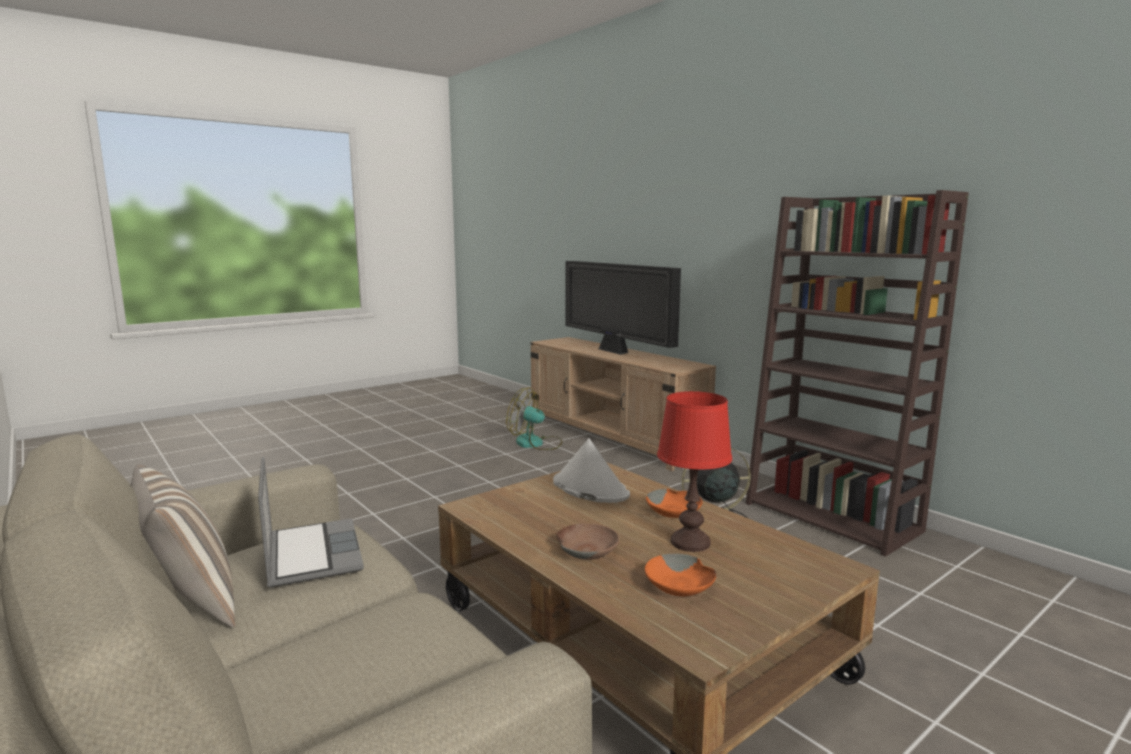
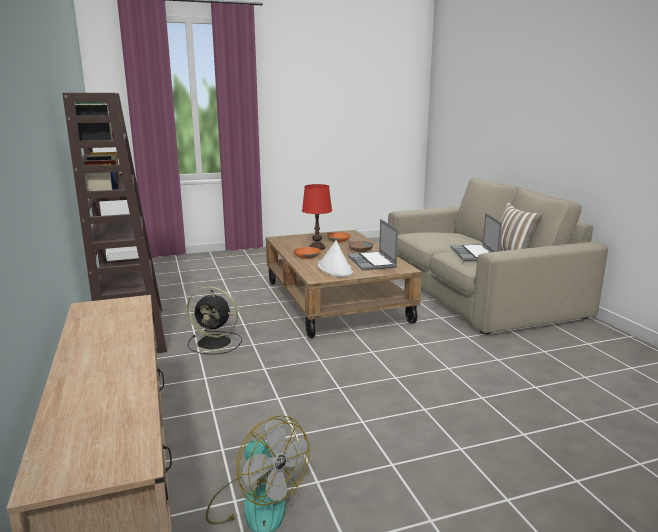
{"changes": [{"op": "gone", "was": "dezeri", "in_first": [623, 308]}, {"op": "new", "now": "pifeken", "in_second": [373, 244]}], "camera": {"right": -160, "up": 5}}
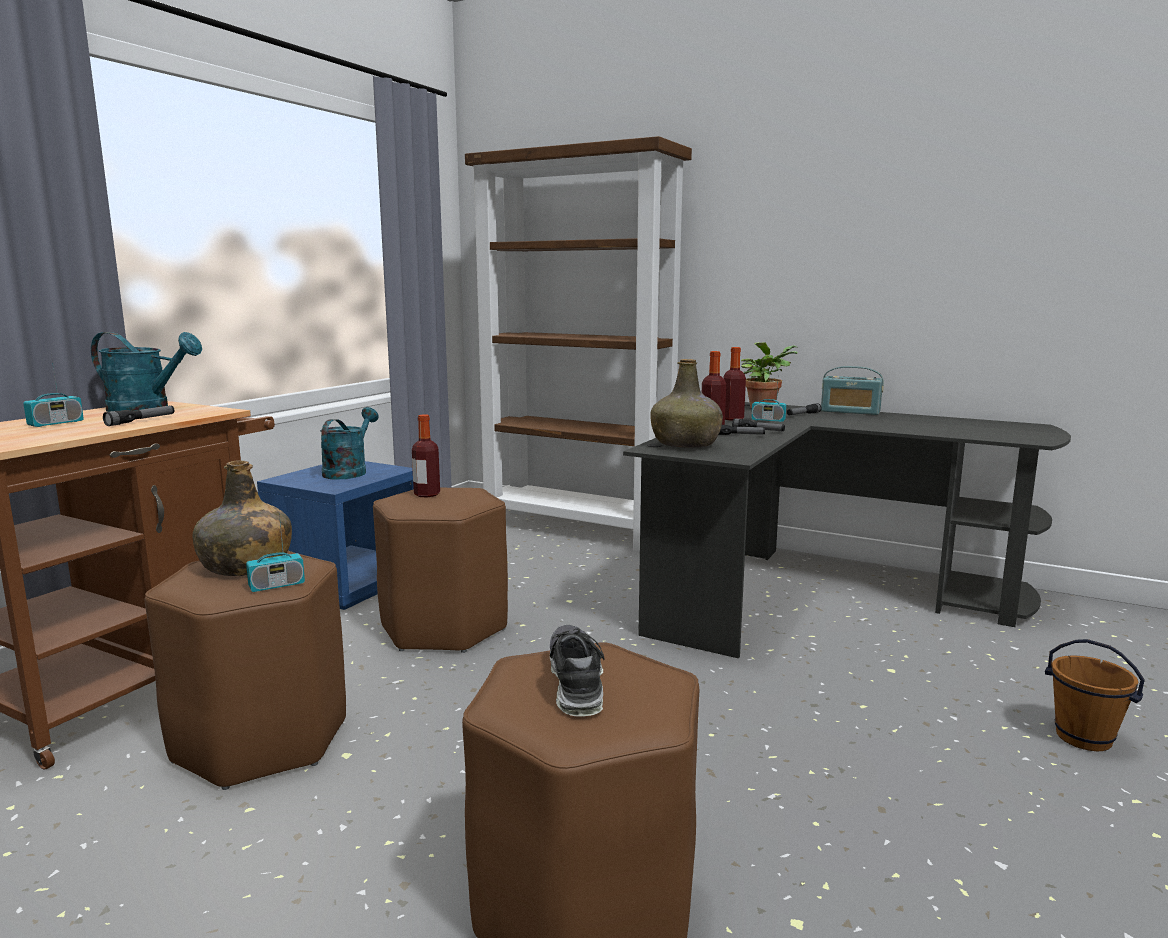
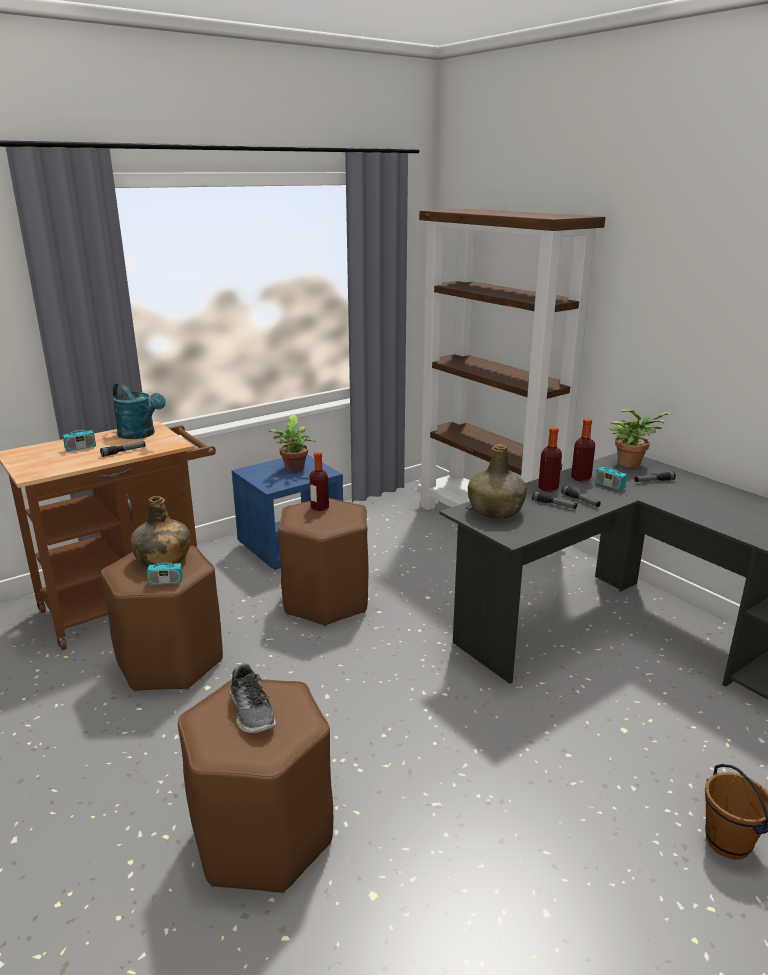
{"changes": [{"op": "gone", "was": "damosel", "in_first": [852, 390]}, {"op": "swapped", "was": "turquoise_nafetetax", "now": "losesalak", "in_first": [349, 443], "in_second": [292, 443]}, {"op": "rotated", "was": "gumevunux", "in_first": [577, 671], "in_second": [253, 698], "clockwise": 135}], "camera": {"right": 25, "up": 10}}
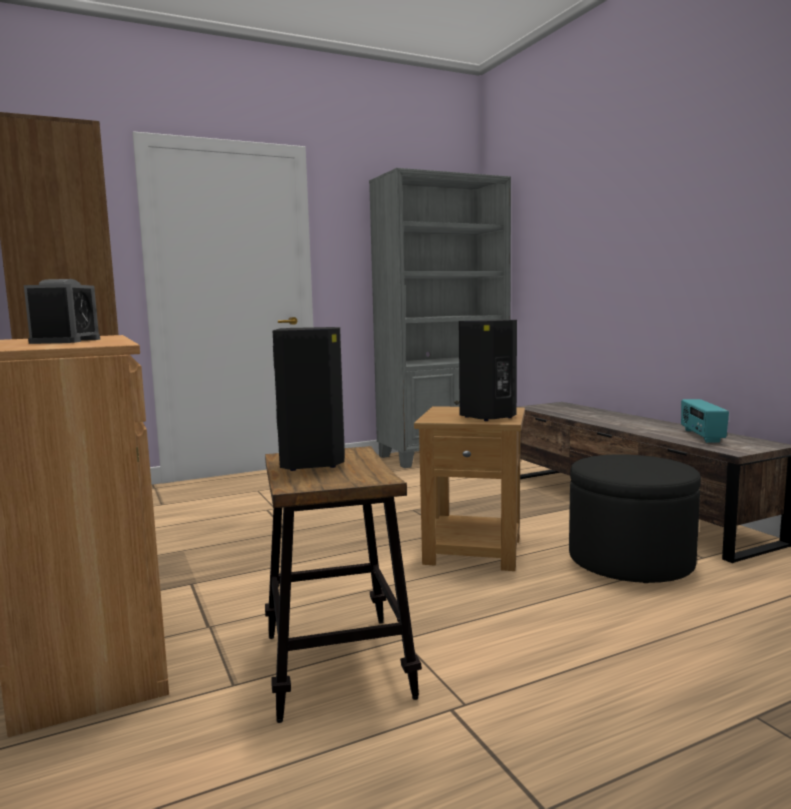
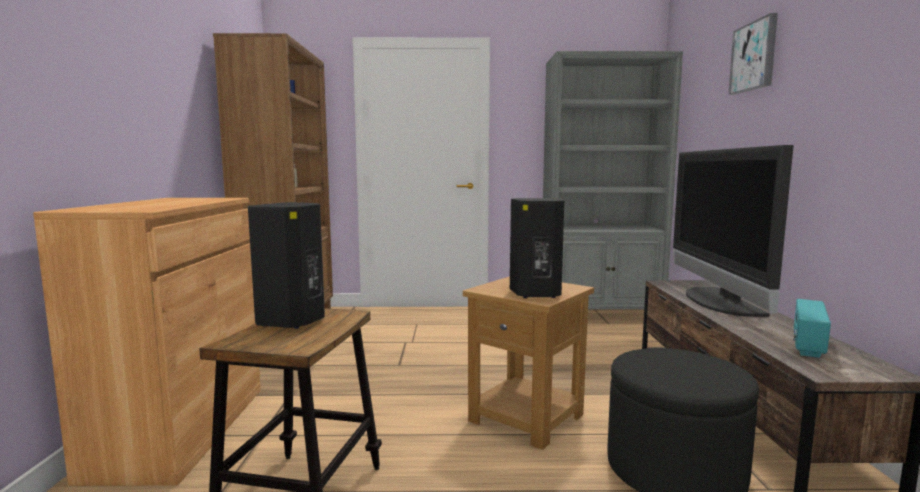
{"changes": [{"op": "gone", "was": "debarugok", "in_first": [62, 311]}, {"op": "new", "now": "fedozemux", "in_second": [753, 54]}, {"op": "new", "now": "dezeri", "in_second": [733, 231]}], "camera": {"right": 25, "up": 0}}
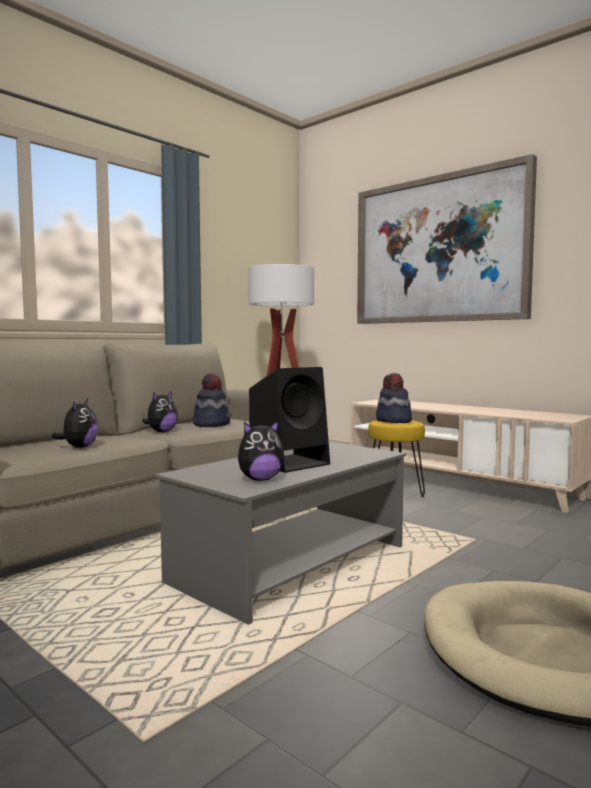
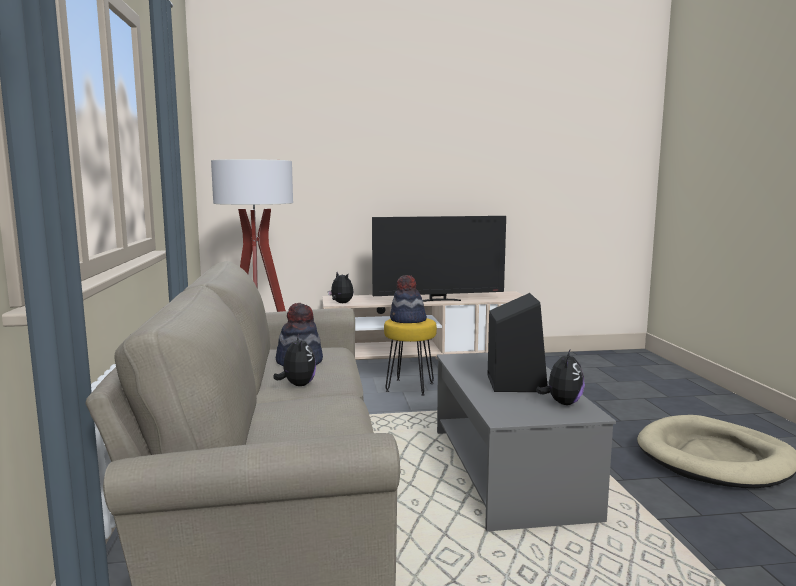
{"changes": [{"op": "gone", "was": "fedozemux", "in_first": [447, 239]}, {"op": "shifted", "was": "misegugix", "in_first": [75, 423], "in_second": [341, 287]}, {"op": "new", "now": "dezeri", "in_second": [439, 259]}], "camera": {"right": -50, "up": 5}}
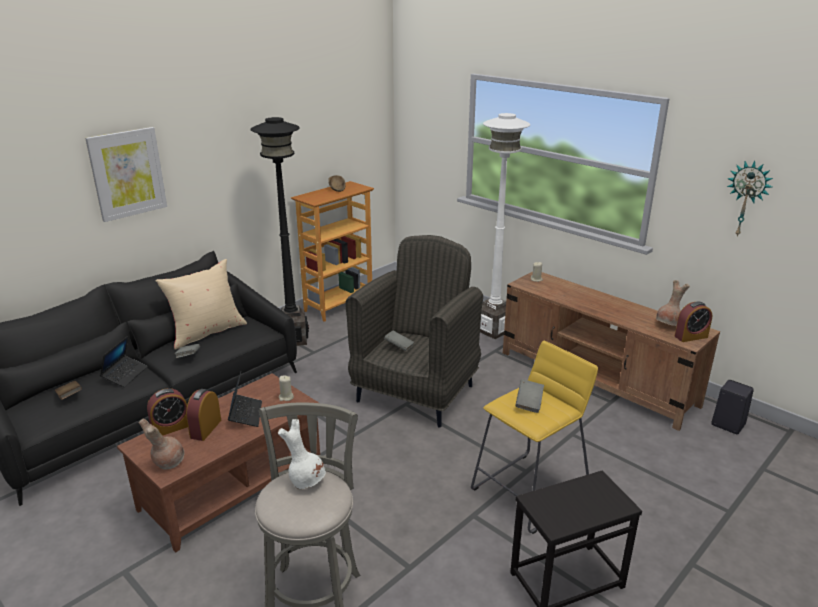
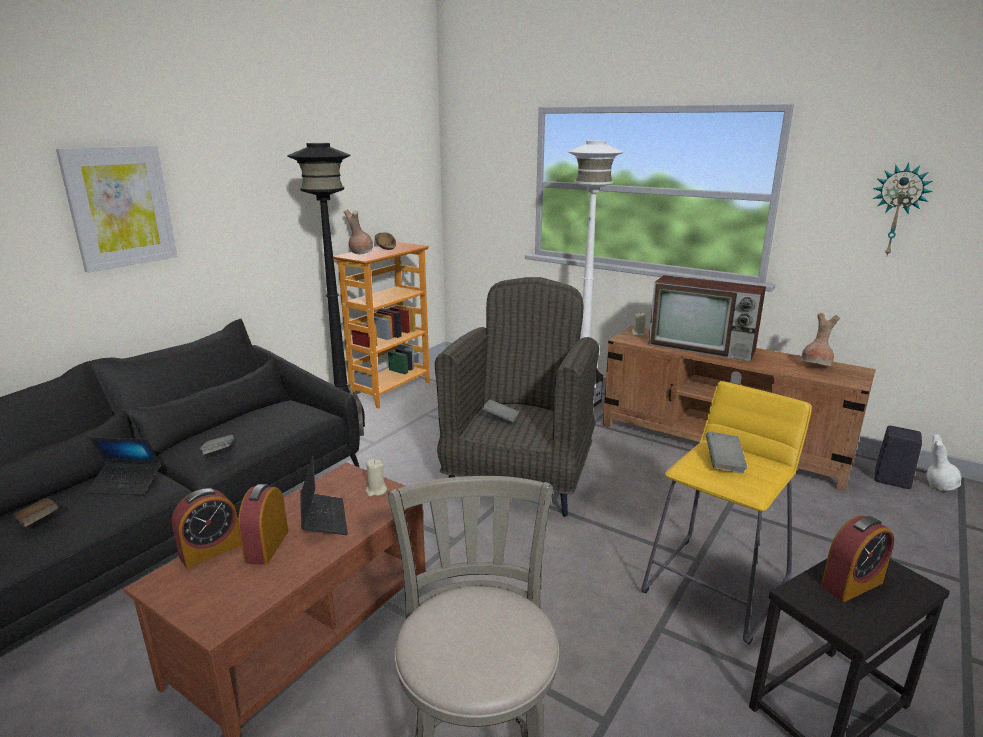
{"changes": [{"op": "gone", "was": "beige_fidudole", "in_first": [201, 304]}, {"op": "shifted", "was": "debarugok", "in_first": [693, 322], "in_second": [857, 558]}, {"op": "rotated", "was": "pifeken", "in_first": [123, 361], "in_second": [124, 466], "clockwise": 90}, {"op": "shifted", "was": "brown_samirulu", "in_first": [162, 444], "in_second": [358, 231]}, {"op": "shifted", "was": "white_samirulu", "in_first": [302, 454], "in_second": [943, 462]}, {"op": "new", "now": "dezeri", "in_second": [707, 318]}], "camera": {"right": -10, "up": -5}}
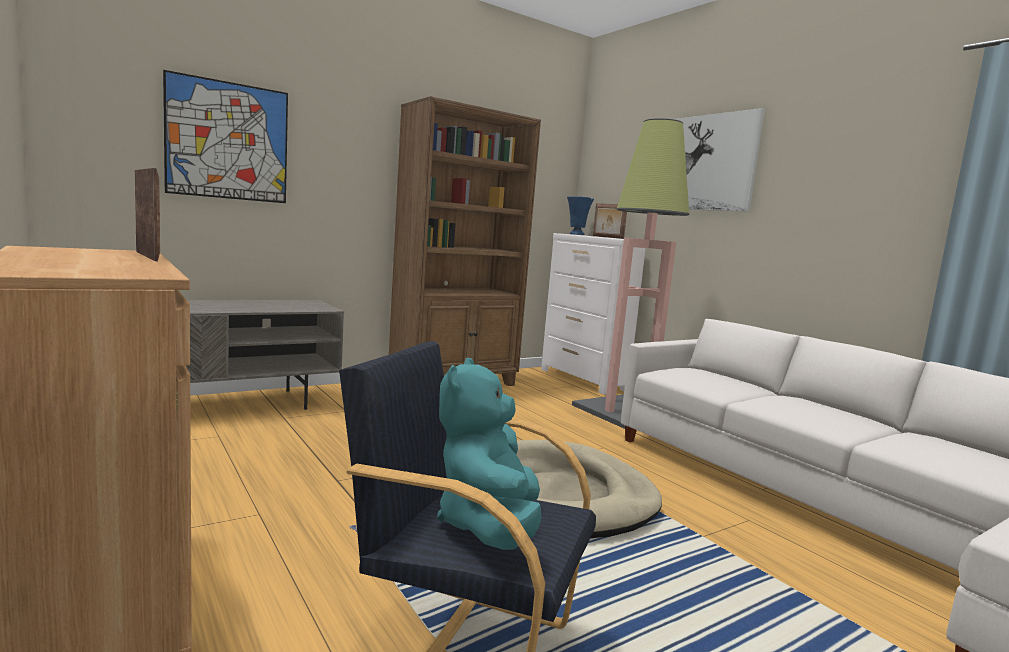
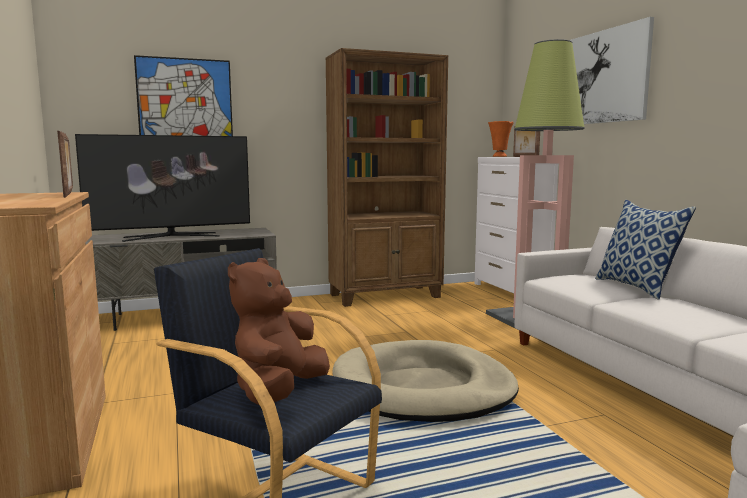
{"changes": [{"op": "repainted", "was": "blue_samirulu", "now": "orange_samirulu", "in_first": [580, 215], "in_second": [501, 139]}, {"op": "repainted", "was": "turquoise_misegugix", "now": "brown_misegugix", "in_first": [489, 454], "in_second": [279, 331]}, {"op": "new", "now": "dezeri", "in_second": [162, 188]}, {"op": "new", "now": "fidudole", "in_second": [645, 250]}], "camera": {"right": 15, "up": 0}}
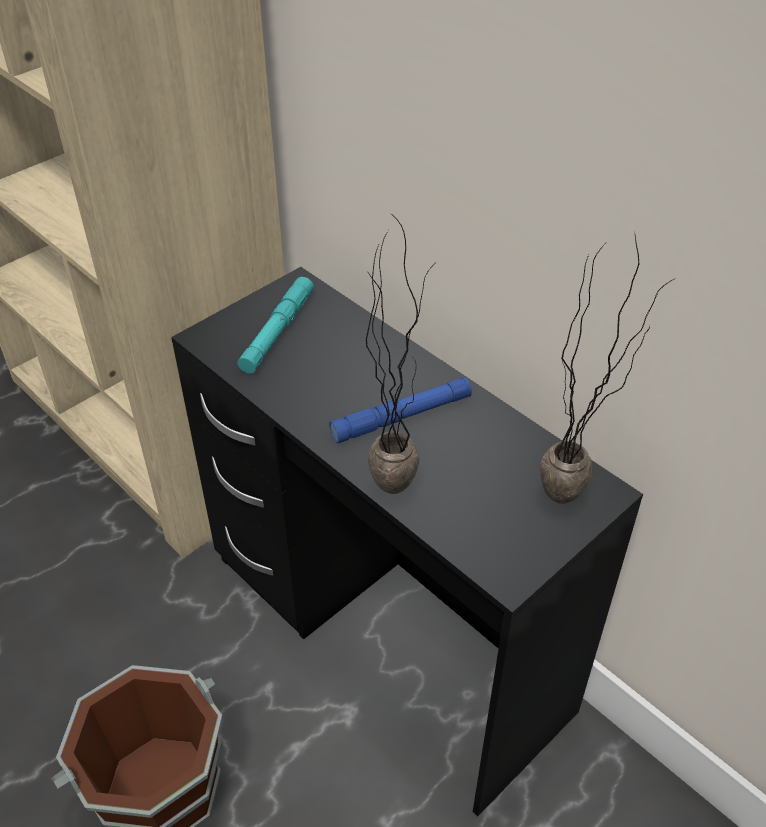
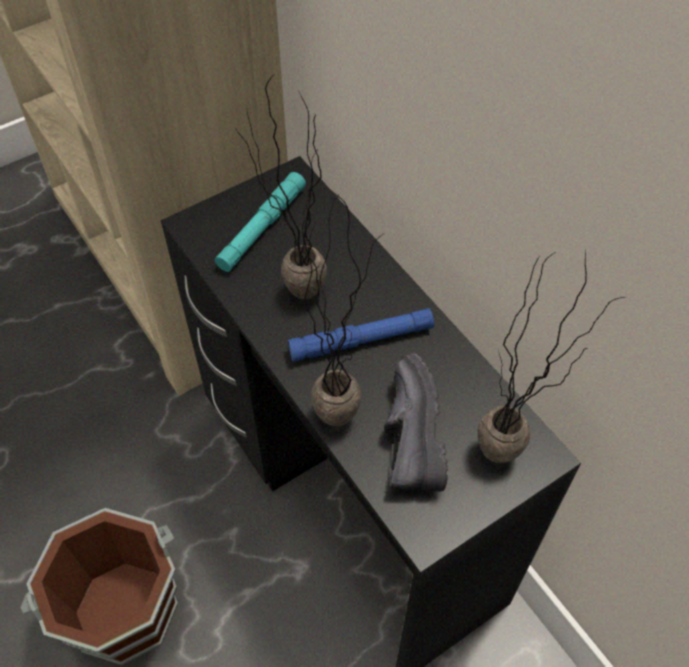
{"changes": [{"op": "new", "now": "losesalak", "in_second": [281, 188]}, {"op": "new", "now": "black_gumevunux", "in_second": [416, 422]}], "camera": {"right": 10, "up": 10}}
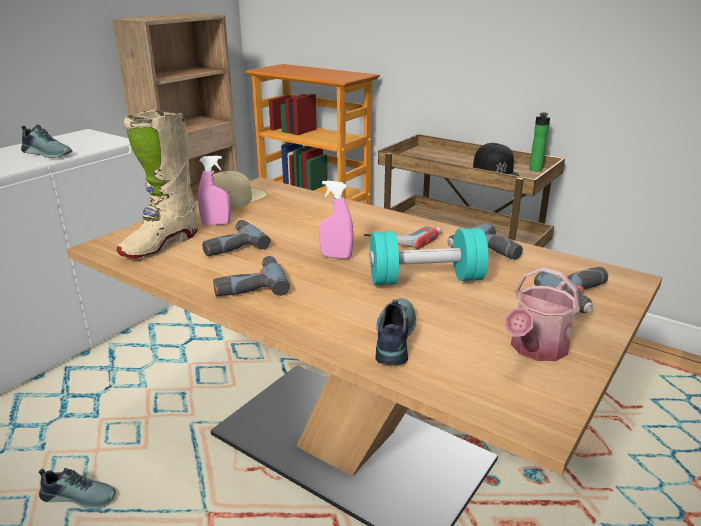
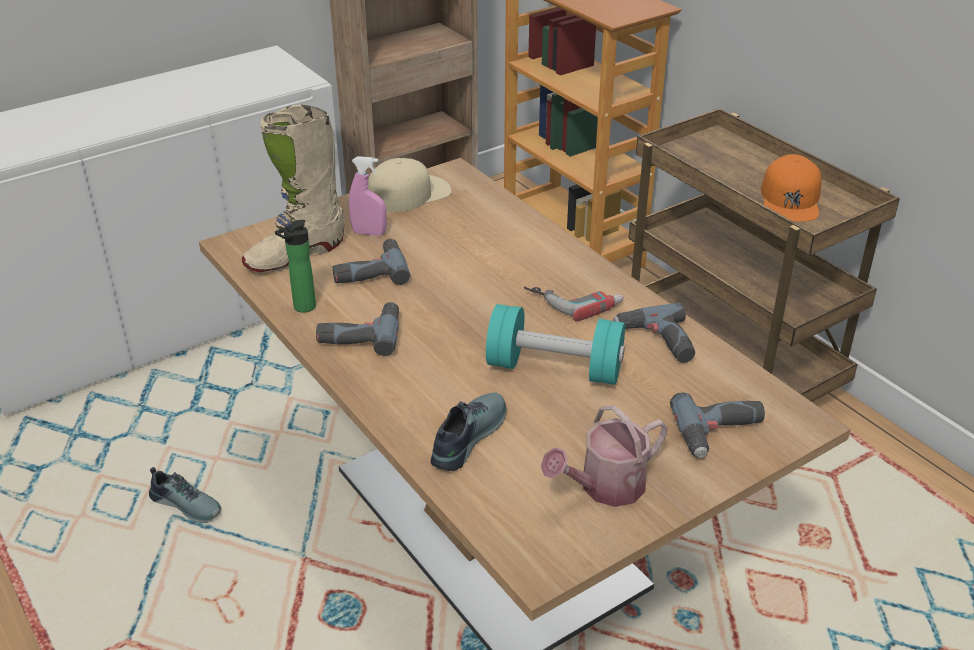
{"changes": [{"op": "shifted", "was": "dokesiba", "in_first": [539, 141], "in_second": [295, 266]}, {"op": "gone", "was": "gumevunux", "in_first": [46, 141]}, {"op": "repainted", "was": "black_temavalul", "now": "orange_temavalul", "in_first": [497, 160], "in_second": [791, 188]}, {"op": "gone", "was": "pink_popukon", "in_first": [336, 220]}], "camera": {"right": 20, "up": 10}}
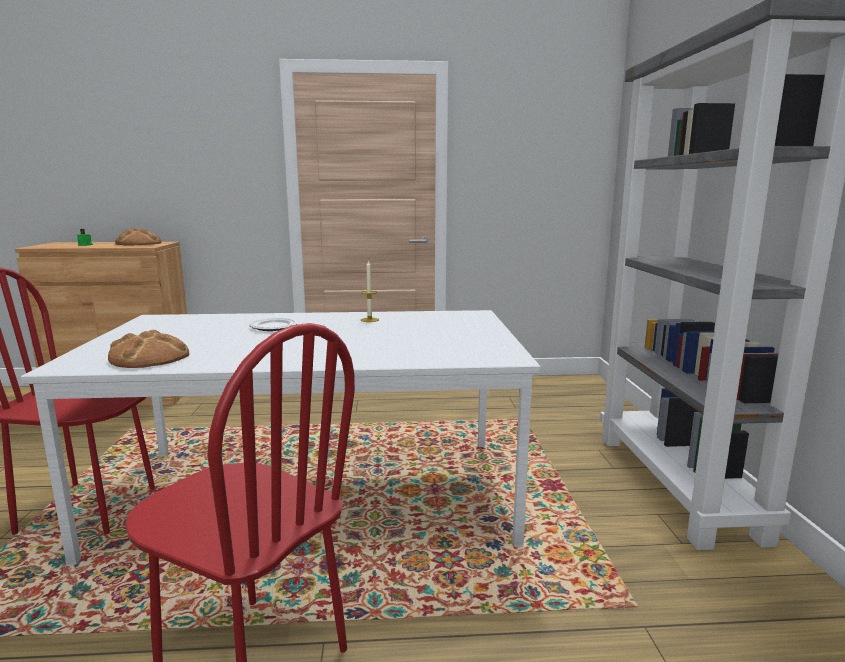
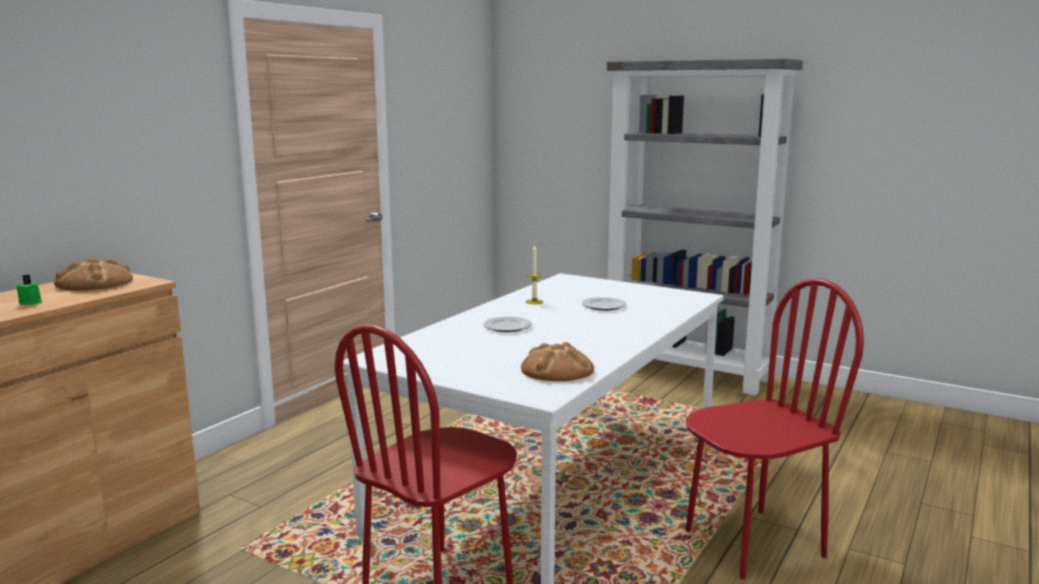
{"changes": [{"op": "new", "now": "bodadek", "in_second": [604, 304]}], "camera": {"right": -55, "up": 0}}
